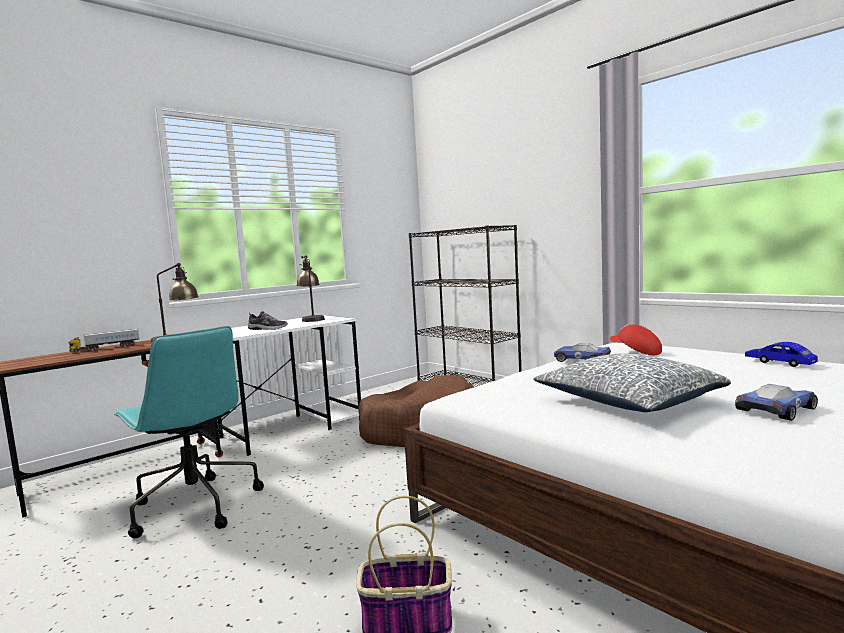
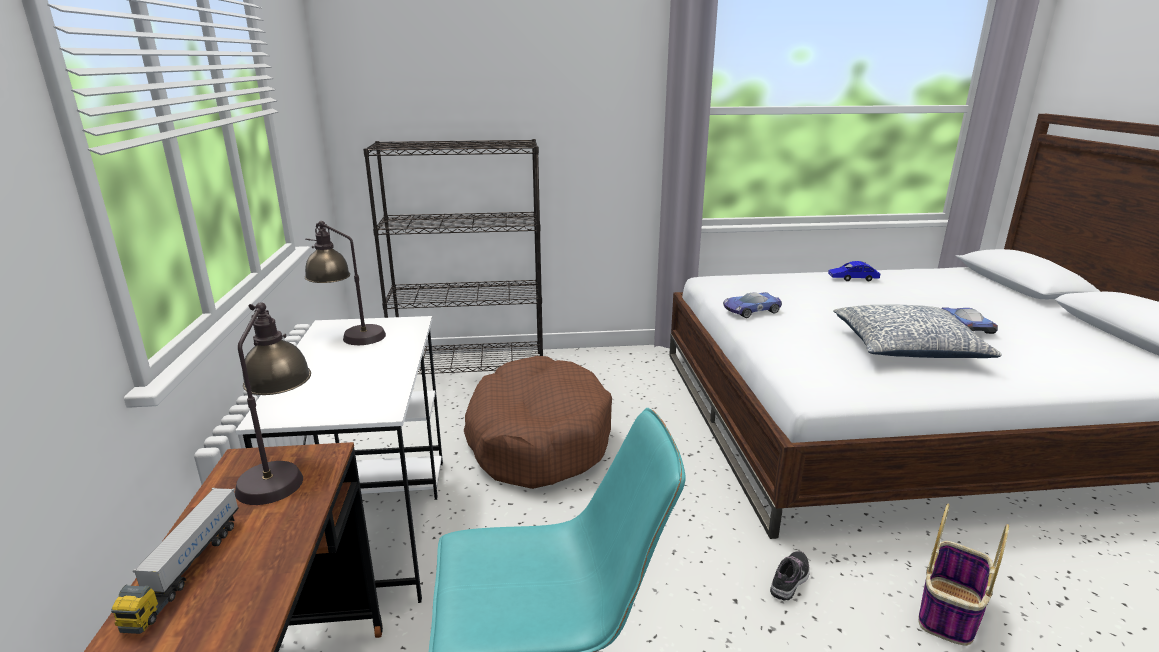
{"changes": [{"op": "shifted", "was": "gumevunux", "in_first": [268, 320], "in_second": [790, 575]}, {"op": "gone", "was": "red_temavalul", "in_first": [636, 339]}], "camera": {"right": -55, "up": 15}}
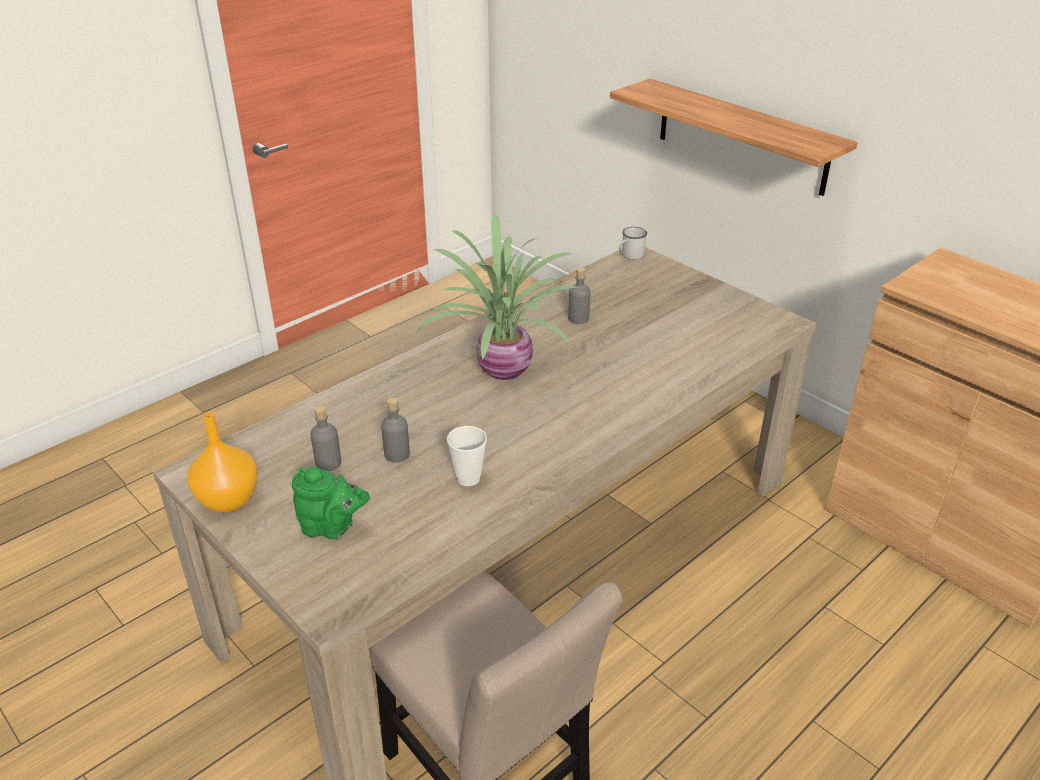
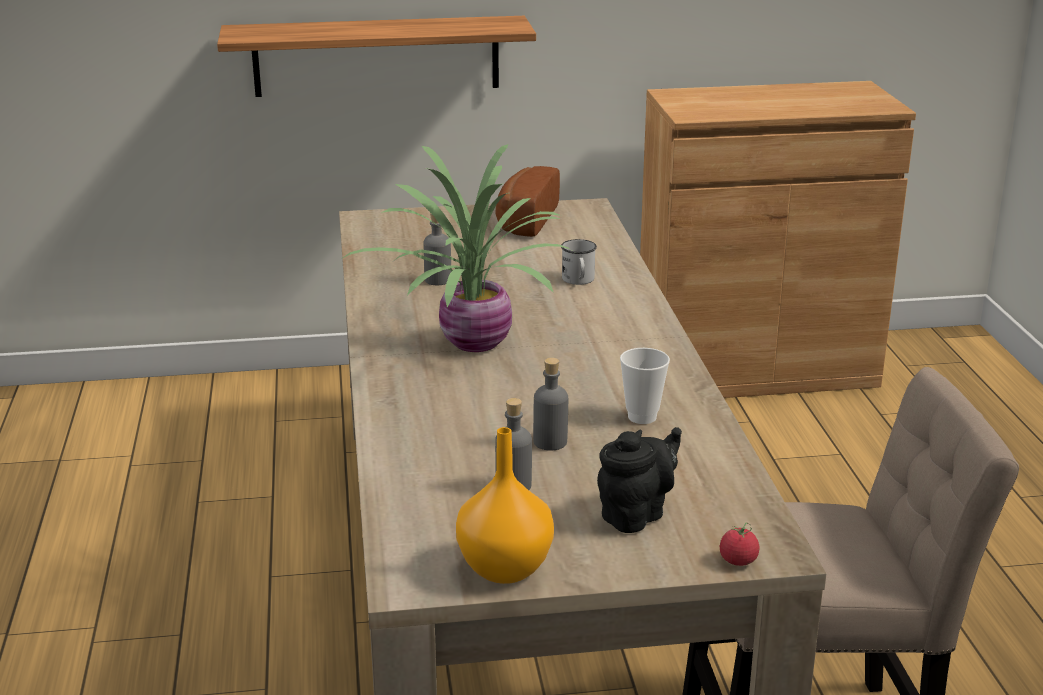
{"changes": [{"op": "shifted", "was": "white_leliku", "in_first": [633, 243], "in_second": [579, 262]}, {"op": "repainted", "was": "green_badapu", "now": "black_badapu", "in_first": [331, 503], "in_second": [639, 480]}, {"op": "new", "now": "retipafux", "in_second": [528, 201]}, {"op": "new", "now": "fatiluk", "in_second": [739, 544]}], "camera": {"right": -55, "up": -10}}
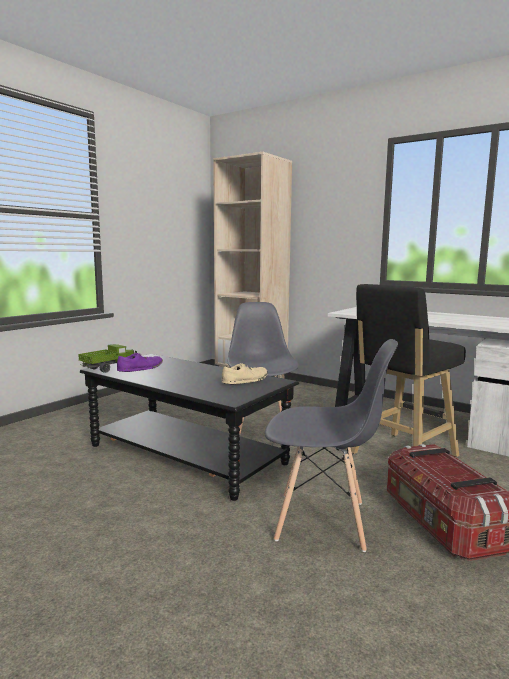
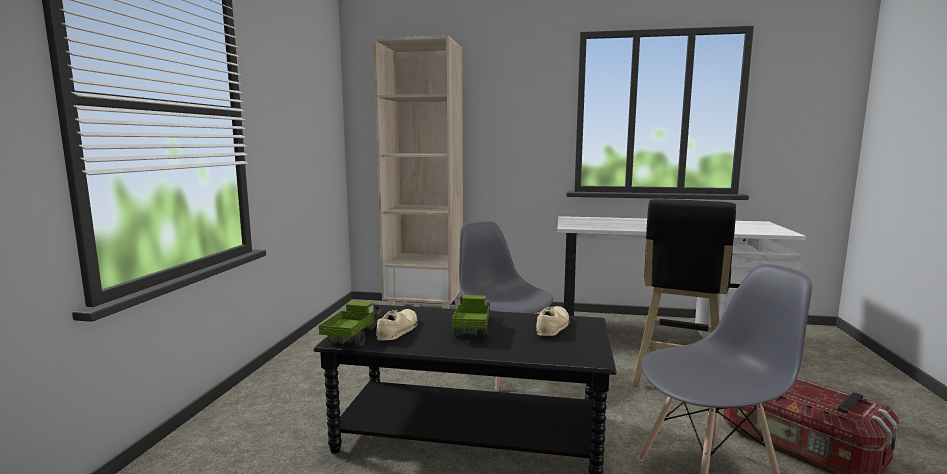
{"changes": [{"op": "repainted", "was": "purple_gumevunux", "now": "beige_gumevunux", "in_first": [140, 362], "in_second": [397, 325]}, {"op": "new", "now": "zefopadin", "in_second": [471, 316]}], "camera": {"right": -25, "up": 0}}
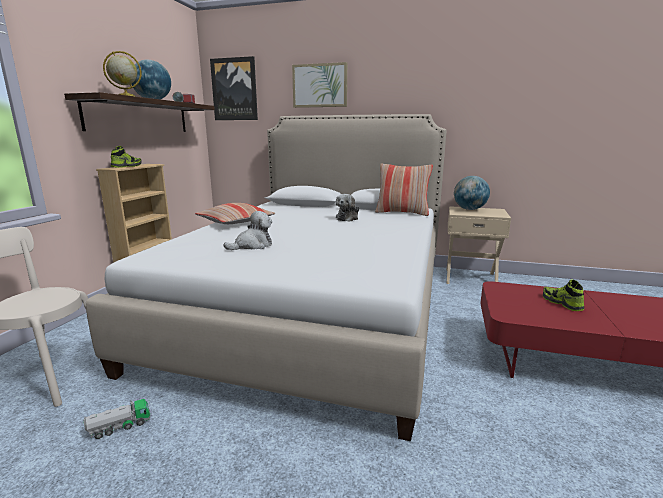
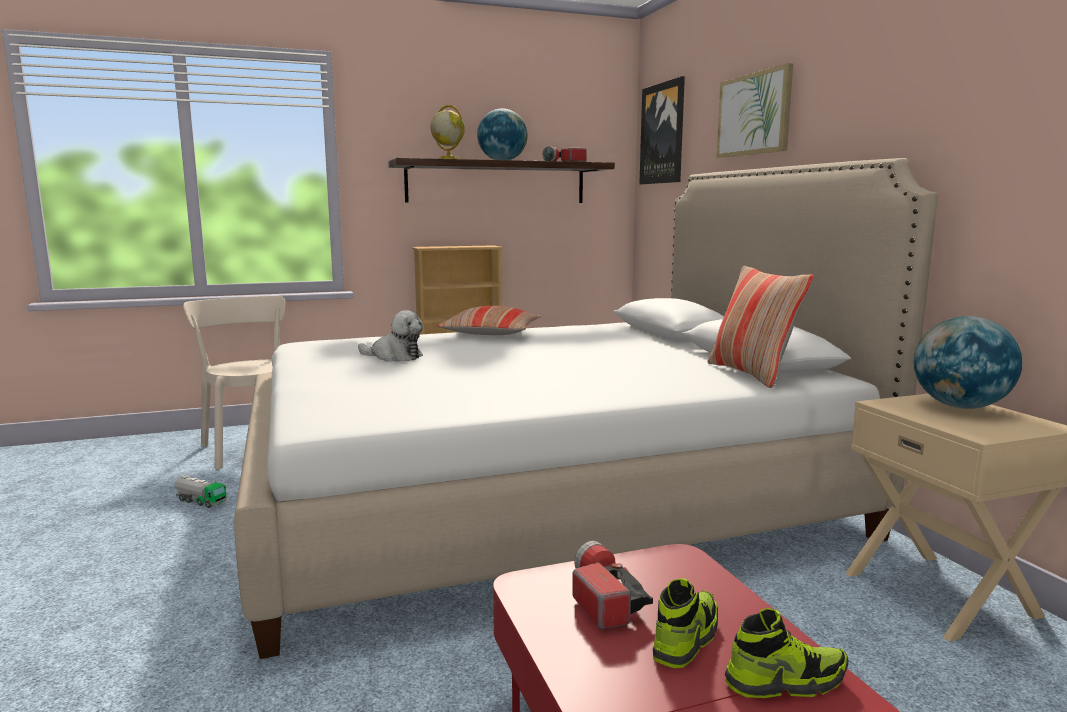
{"changes": [{"op": "shifted", "was": "gumevunux", "in_first": [126, 157], "in_second": [787, 653]}, {"op": "gone", "was": "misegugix", "in_first": [347, 208]}, {"op": "new", "now": "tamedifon", "in_second": [612, 585]}], "camera": {"right": 55, "up": -5}}
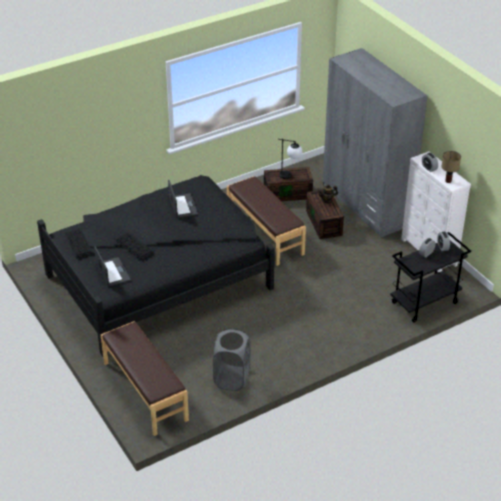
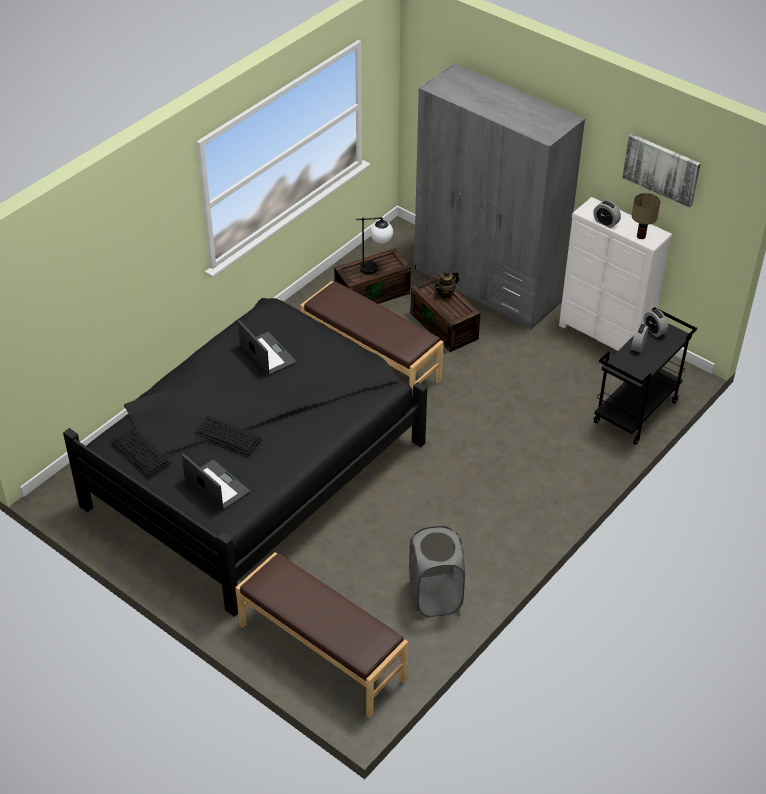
{"changes": [{"op": "new", "now": "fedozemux", "in_second": [661, 171]}], "camera": {"right": -20, "up": 5}}
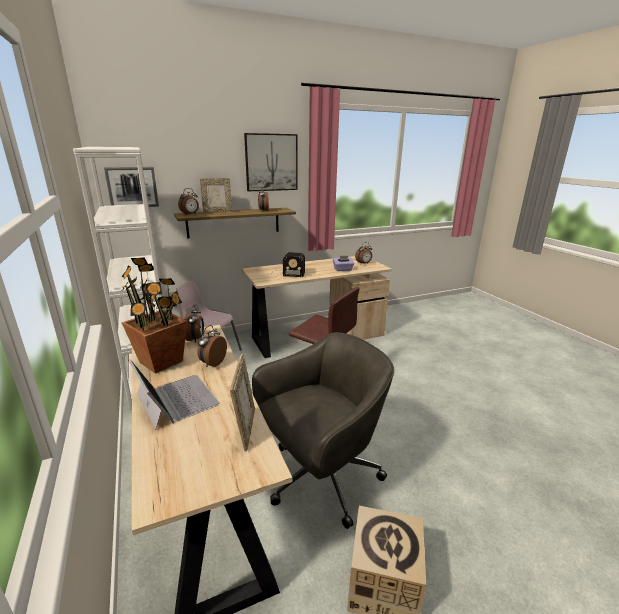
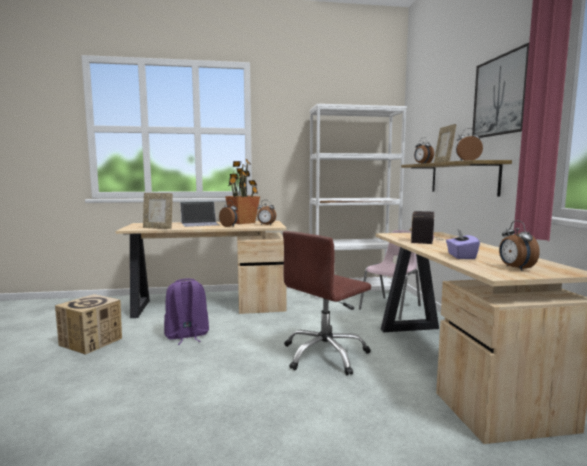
{"changes": [{"op": "gone", "was": "fedozemux", "in_first": [131, 187]}, {"op": "swapped", "was": "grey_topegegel", "now": "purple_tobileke", "in_first": [323, 430], "in_second": [186, 311]}], "camera": {"right": 105, "up": -15}}
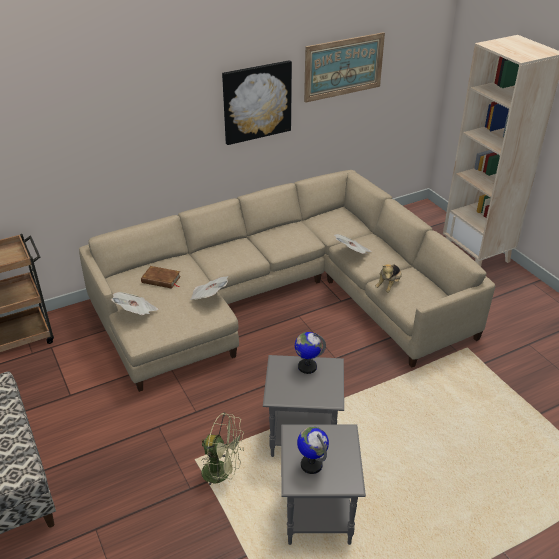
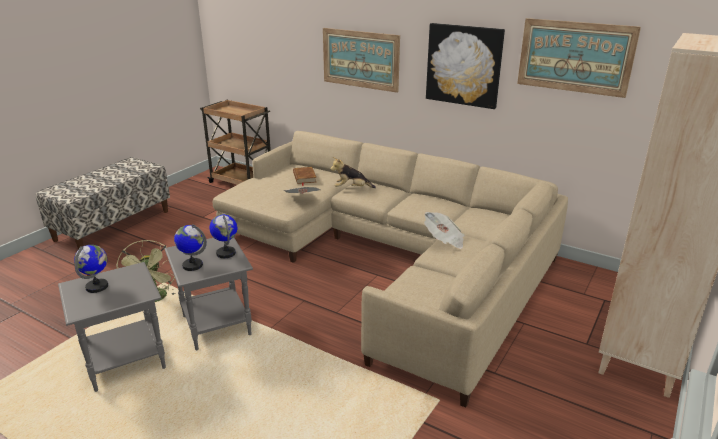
{"changes": [{"op": "shifted", "was": "misegugix", "in_first": [388, 278], "in_second": [353, 172]}, {"op": "gone", "was": "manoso", "in_first": [135, 303]}, {"op": "new", "now": "fedozemux", "in_second": [361, 60]}, {"op": "new", "now": "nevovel", "in_second": [190, 247]}], "camera": {"right": 60, "up": -10}}
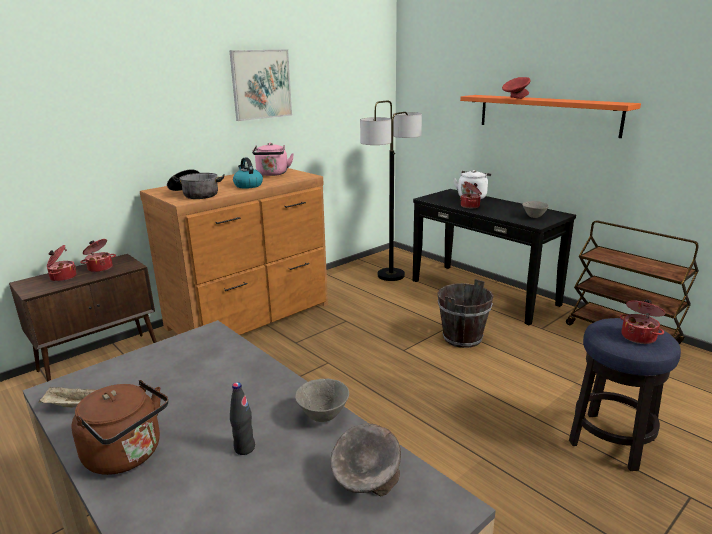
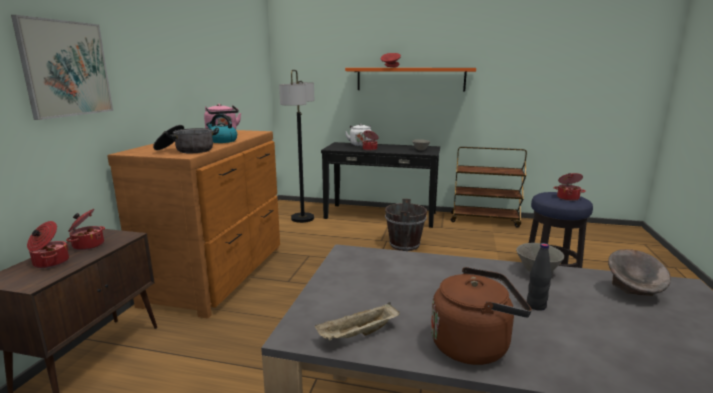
{"changes": [{"op": "shifted", "was": "fedozemux", "in_first": [260, 85], "in_second": [62, 67]}], "camera": {"right": -35, "up": -5}}
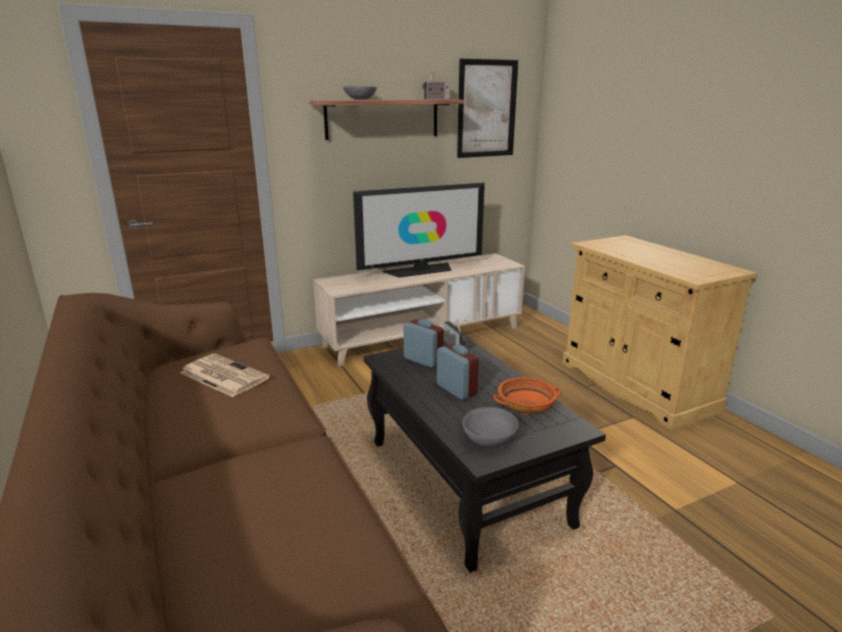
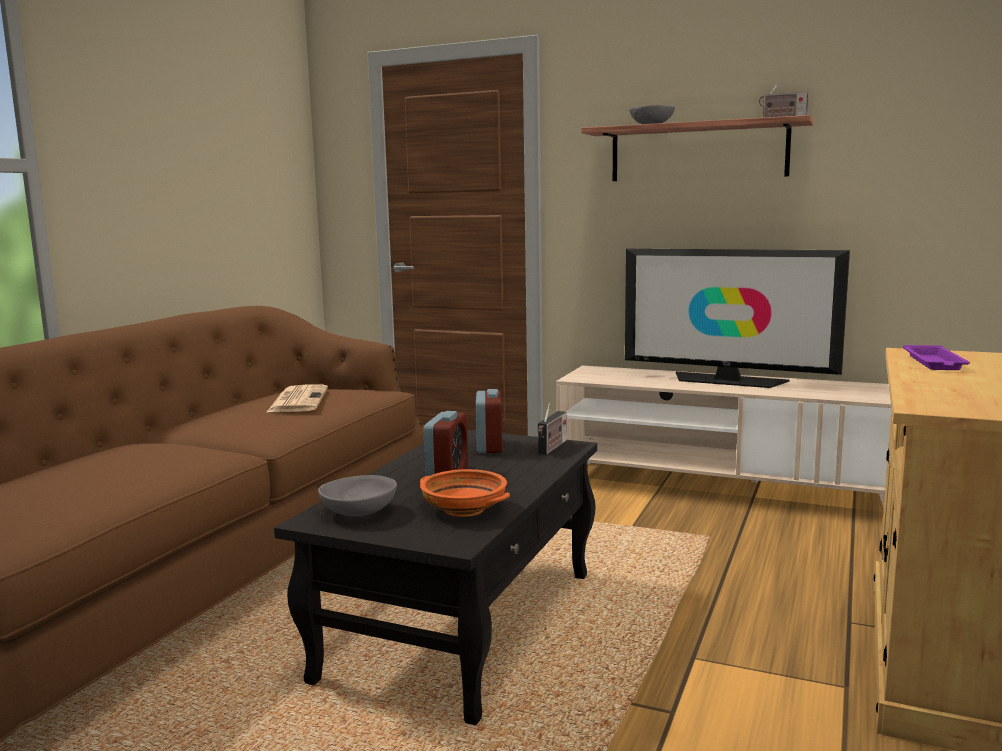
{"changes": [{"op": "gone", "was": "fedozemux", "in_first": [487, 108]}, {"op": "new", "now": "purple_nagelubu", "in_second": [936, 357]}], "camera": {"right": 50, "up": -10}}
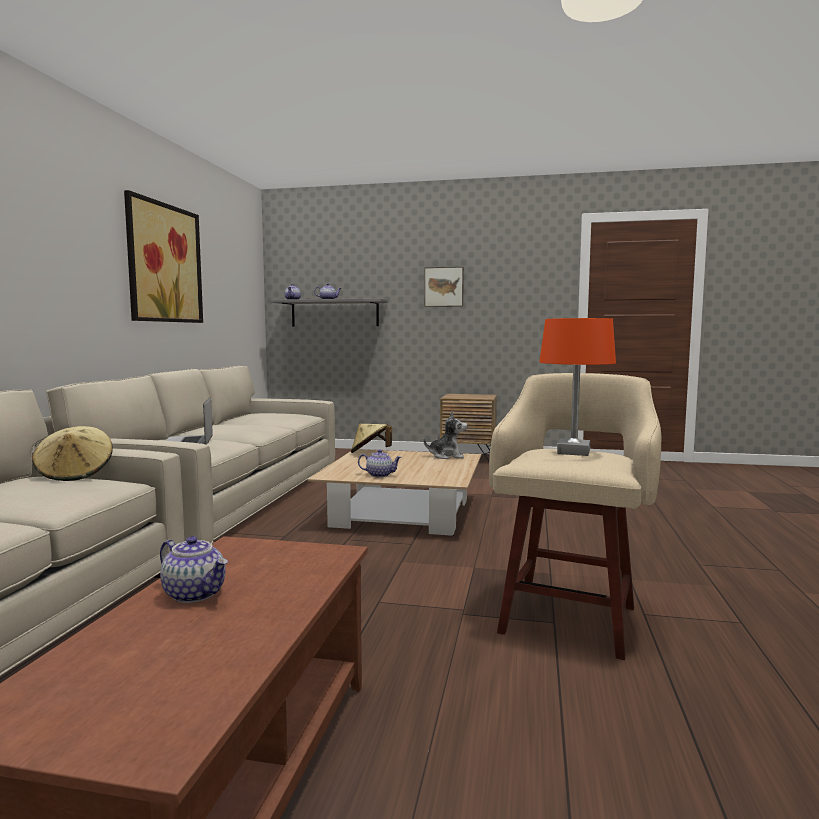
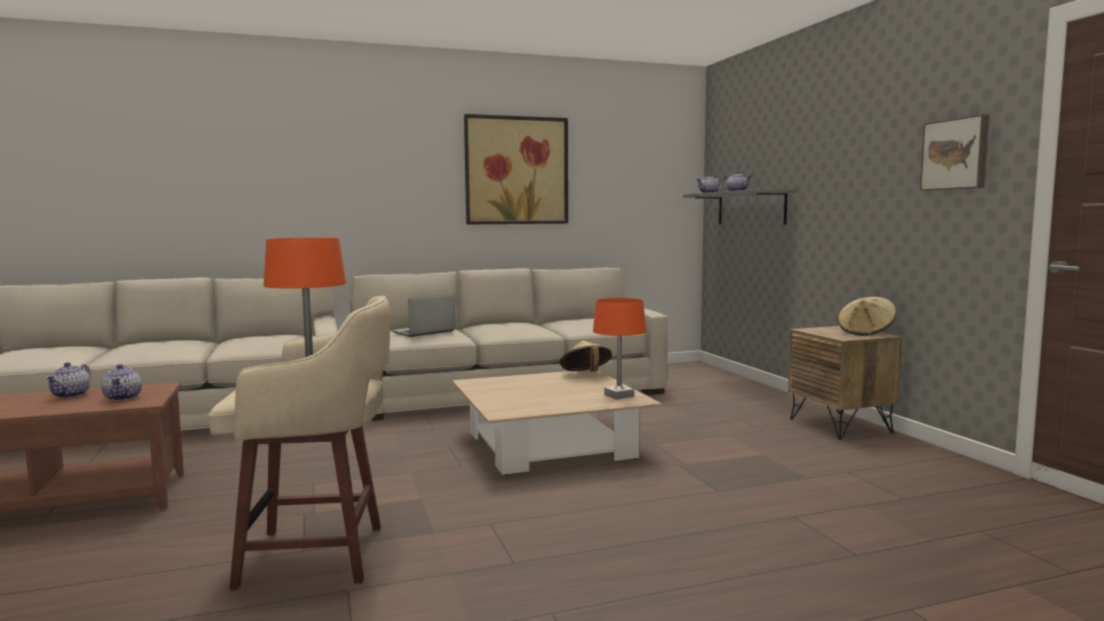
{"changes": [{"op": "shifted", "was": "fedozemux", "in_first": [444, 287], "in_second": [954, 152]}, {"op": "swapped", "was": "misegugix", "now": "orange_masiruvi", "in_first": [445, 435], "in_second": [619, 348]}, {"op": "shifted", "was": "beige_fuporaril", "in_first": [72, 453], "in_second": [867, 316]}, {"op": "shifted", "was": "badapu", "in_first": [380, 463], "in_second": [121, 382]}], "camera": {"right": 60, "up": 0}}
